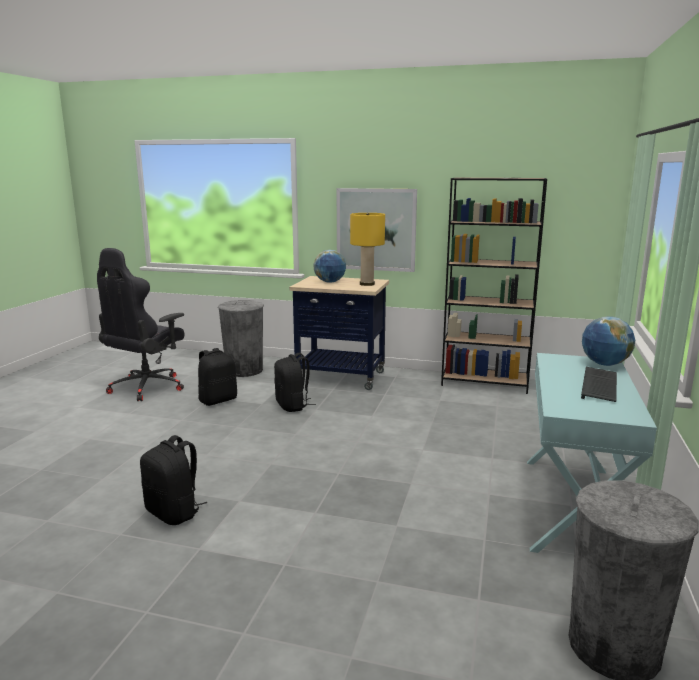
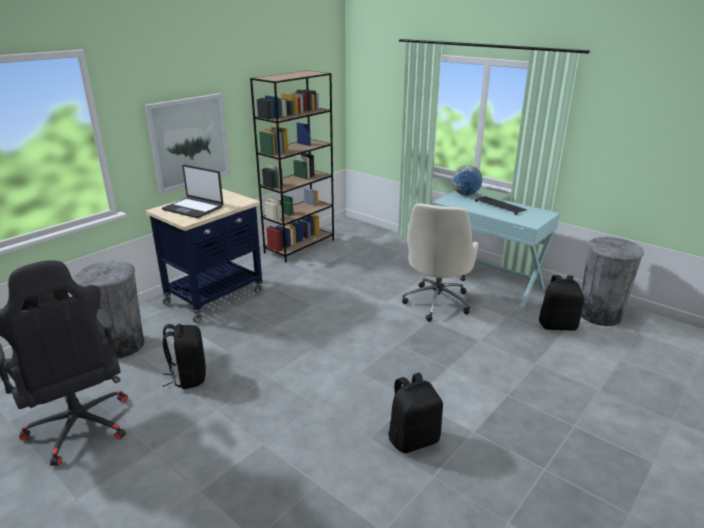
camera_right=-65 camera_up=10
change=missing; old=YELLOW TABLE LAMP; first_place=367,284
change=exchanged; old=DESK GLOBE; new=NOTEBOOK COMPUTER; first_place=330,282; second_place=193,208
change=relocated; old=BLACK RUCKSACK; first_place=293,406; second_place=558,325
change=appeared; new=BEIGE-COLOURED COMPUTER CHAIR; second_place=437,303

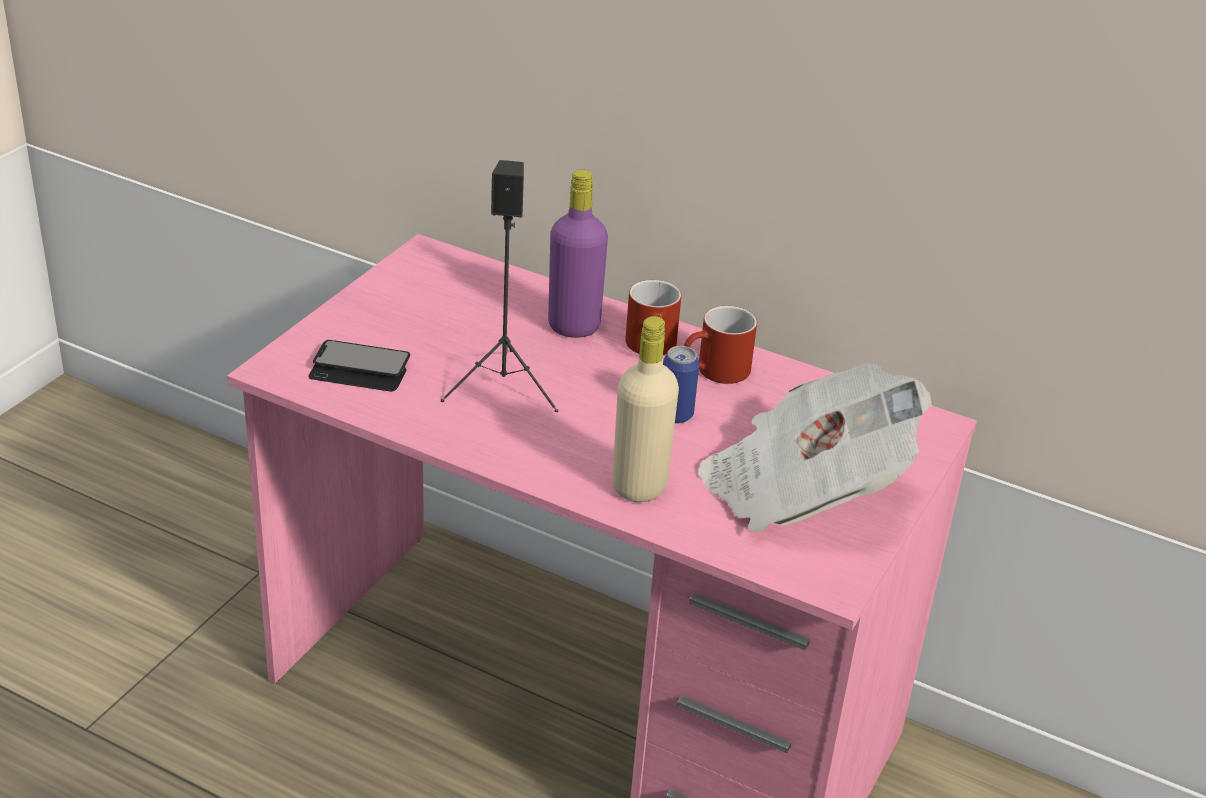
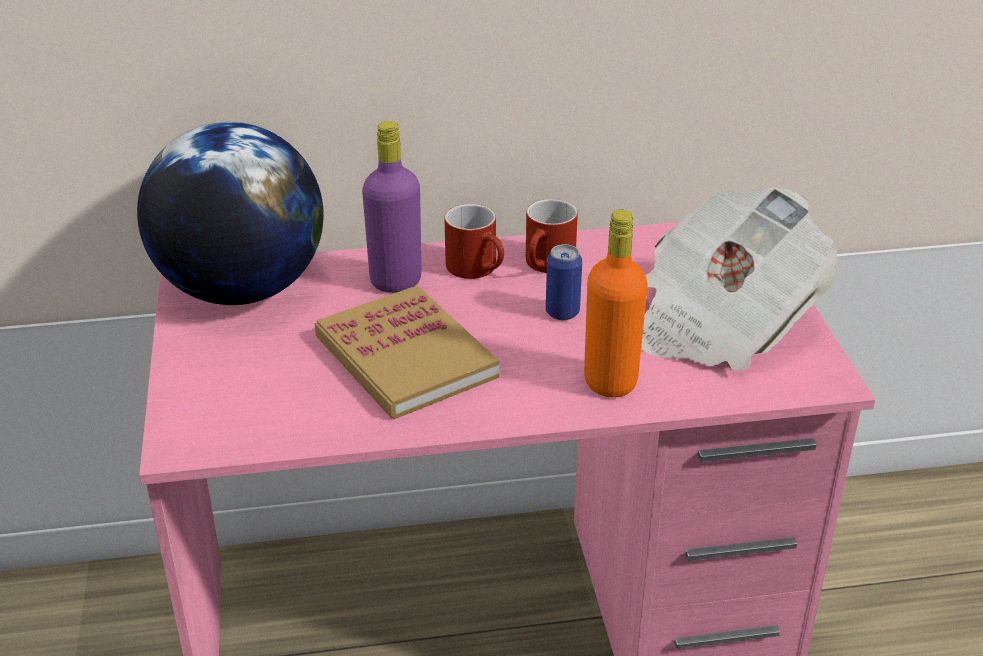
camera_right=-35 camera_up=0
change=exchanged; old=BLACK SPEAKER; new=BOOK; first_place=505,387; second_place=405,357
change=colour; old=BEIGE-COLOURED DRINK BOTTLE; new=ORANGE DRINK BOTTLE; first_place=639,486; second_place=610,382
change=missing; old=PHONE; first_place=360,369
change=appeared; new=DESK GLOBE; second_place=242,290

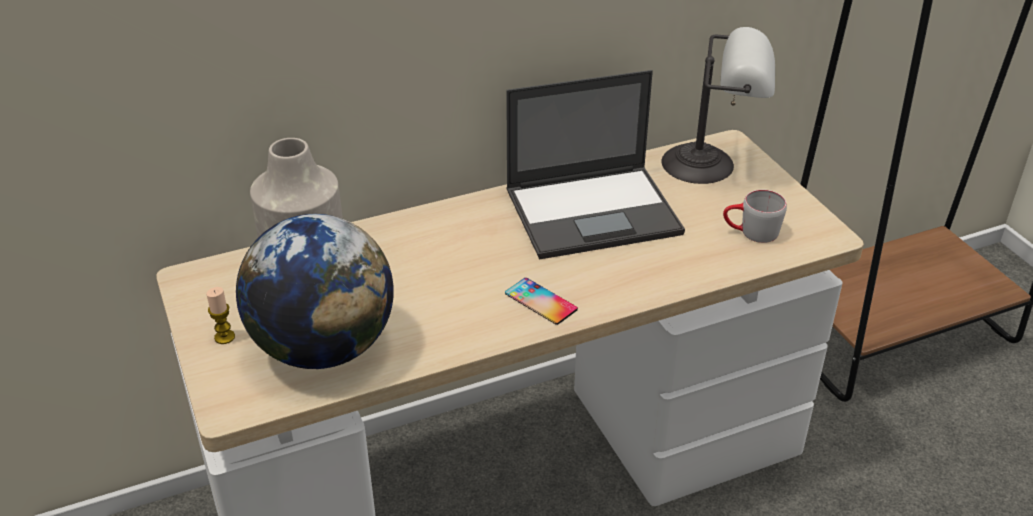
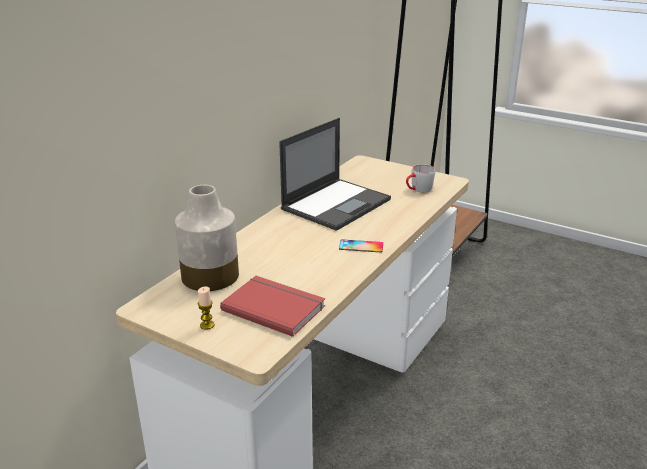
camera_right=-35 camera_up=-10
change=missing; old=TABLE LAMP; first_place=713,164
change=exchanged; old=DESK GLOBE; new=RED-COLOURED BOOK; first_place=324,348; second_place=274,307

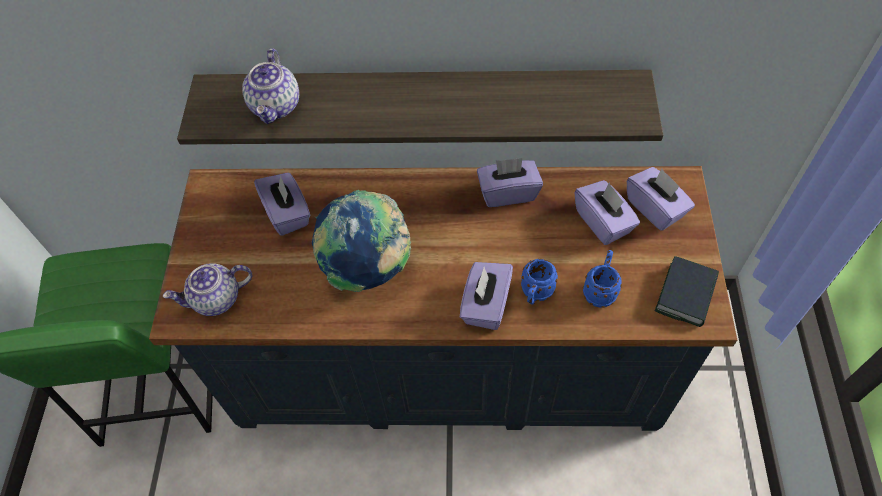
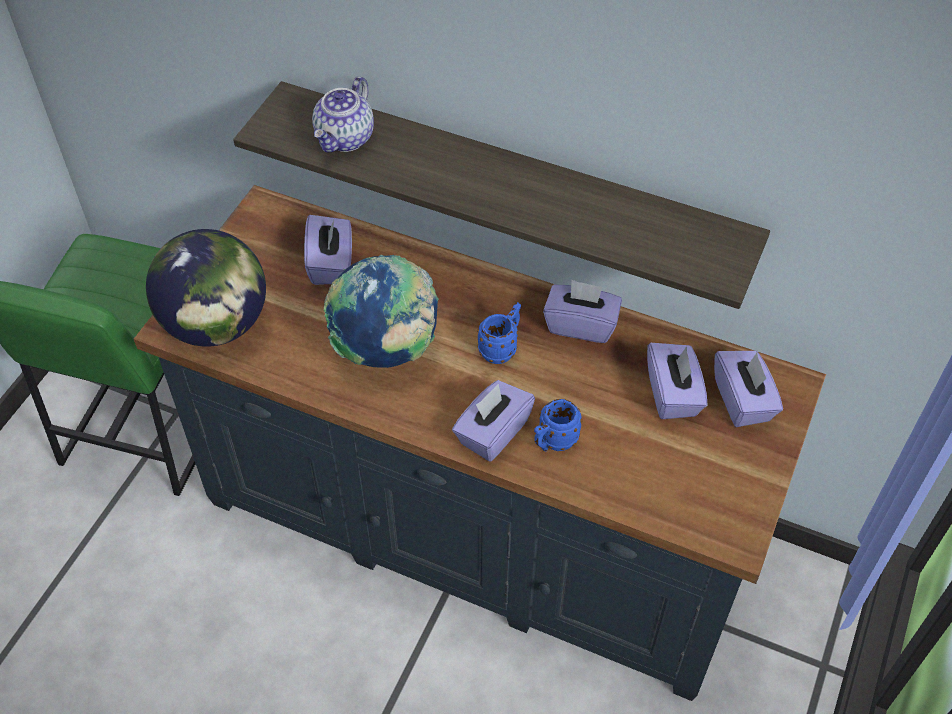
camera_right=20 camera_up=-5
change=relocated; old=BLUE-COLOURED TEA MUG; first_place=600,290; second_place=501,348
change=missing; old=BOOK; first_place=685,295
change=exchanged; old=POT FOR TEA; new=DESK GLOBE; first_place=216,300; second_place=217,325

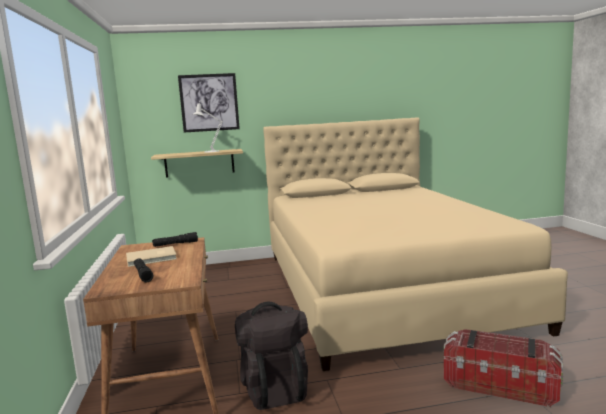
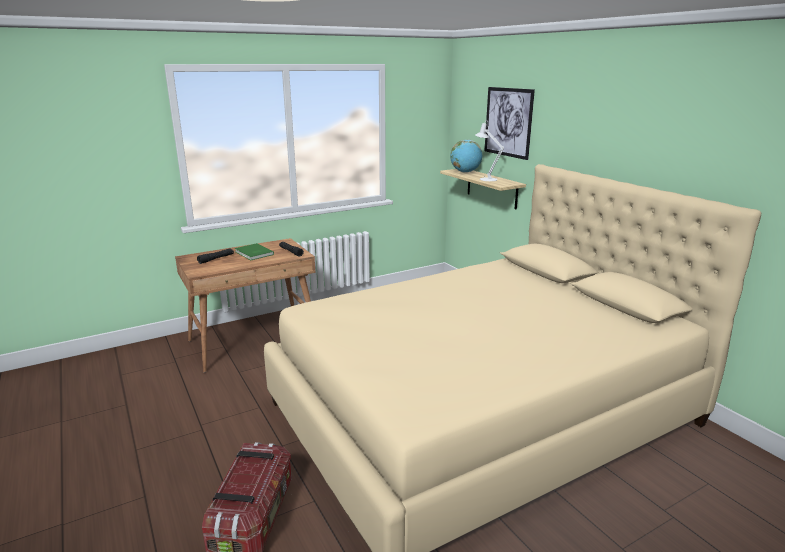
camera_right=70 camera_up=10
change=colour; old=BEIGE-COLOURED BOOK; new=GREEN BOOK; first_place=152,258; second_place=253,253
change=missing; old=BLACK RUCKSACK; first_place=274,388
change=appeared; new=DESK GLOBE; second_place=465,172

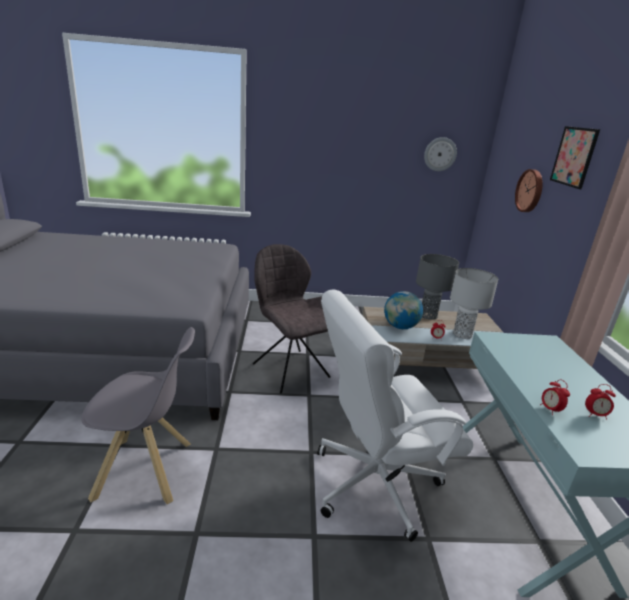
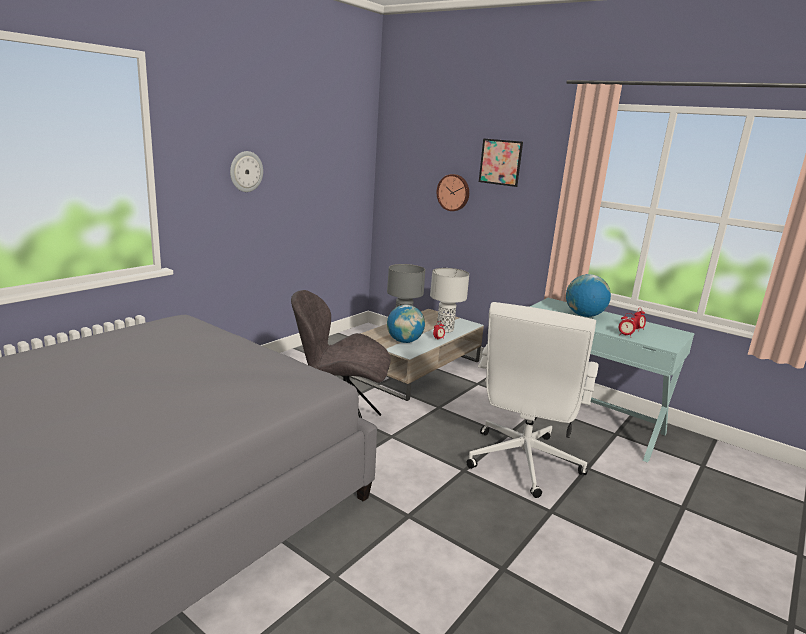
camera_right=-50 camera_up=-5
change=relocated; old=HANGING CLOCK; first_place=440,154; second_place=246,171
change=missing; old=GREYISH UPRIGHT CHAIR; first_place=147,470
change=appeared; new=DESK GLOBE; second_place=584,315

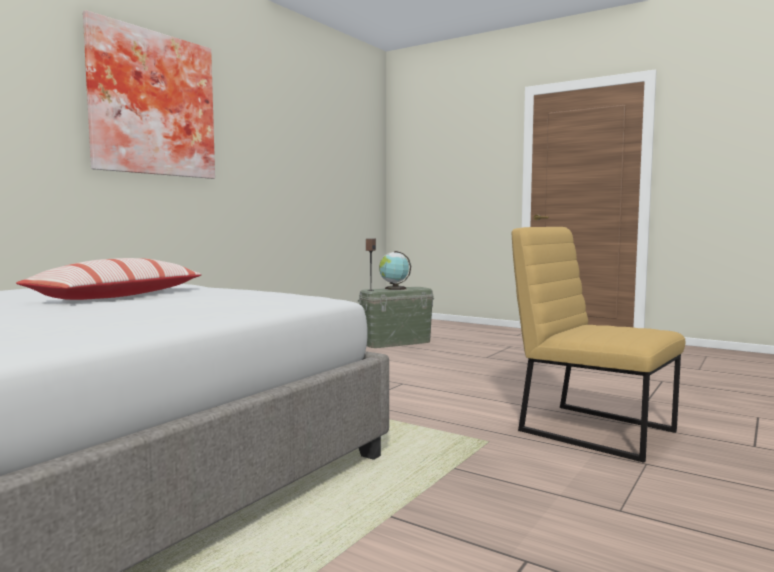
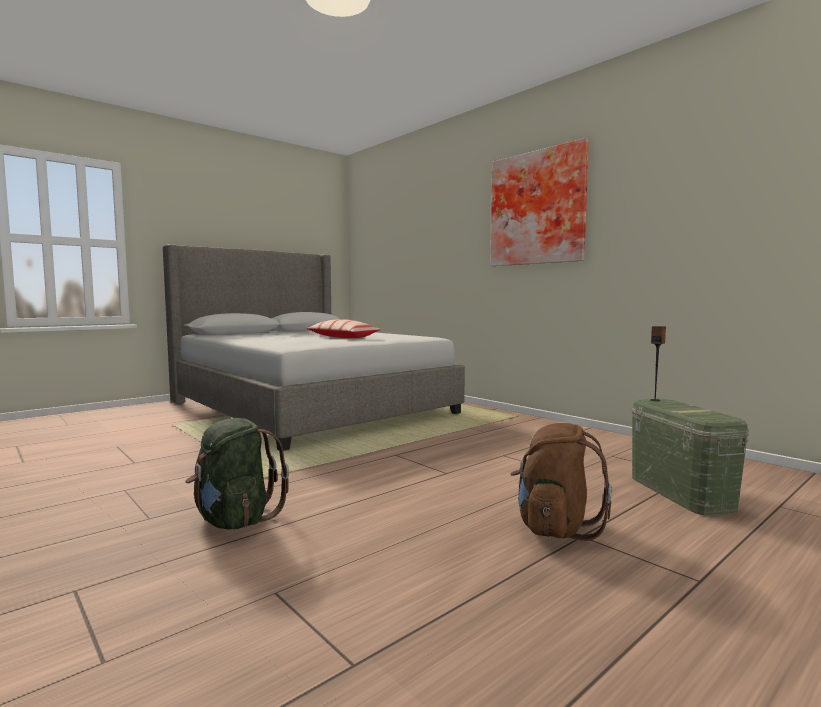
camera_right=105 camera_up=0
change=exchanged; old=YELLOW UPRIGHT CHAIR; new=GREEN RUCKSACK; first_place=592,429; second_place=235,520
change=missing; old=DESK GLOBE; first_place=394,288
change=appeared; new=BROWN RUCKSACK; second_place=555,528

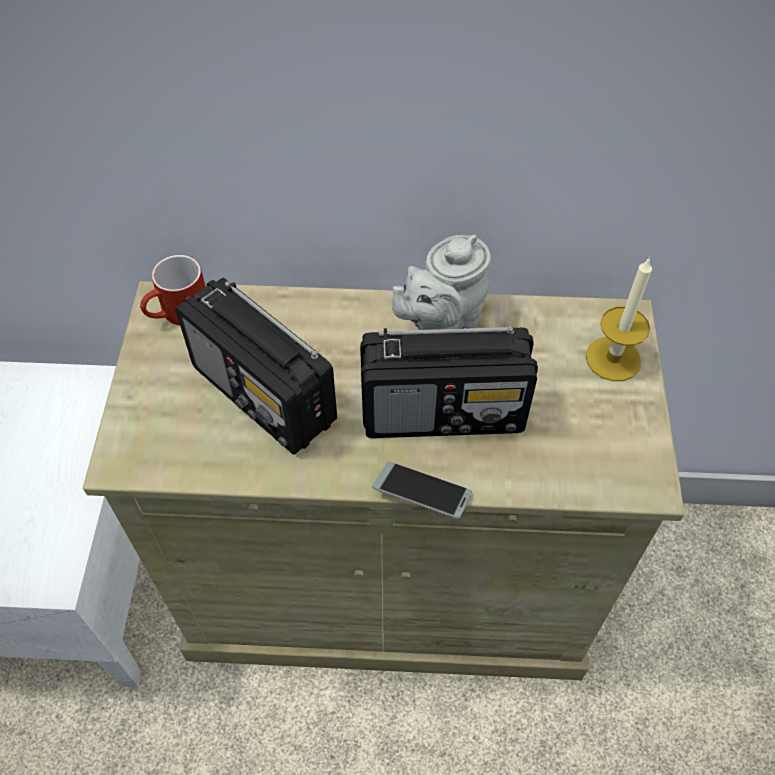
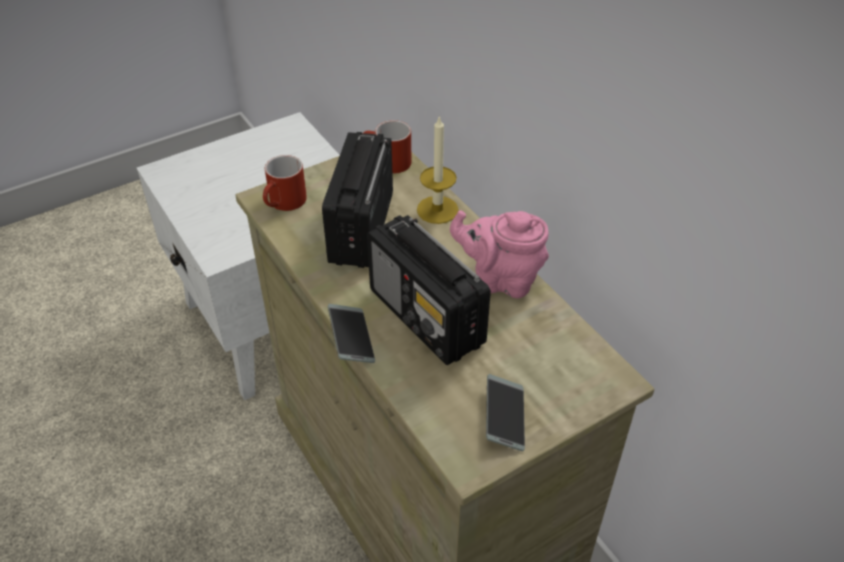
camera_right=55 camera_up=-10
change=colour; old=GREYISH POT FOR TEA; new=PINK-COLOURED POT FOR TEA; first_place=440,323; second_place=500,279
change=relocated; old=WAX CANDLE; first_place=613,359; second_place=437,210
change=appeared; new=RED-COLOURED TEA MUG; second_place=284,204
change=appeared; new=PHONE; second_place=504,417

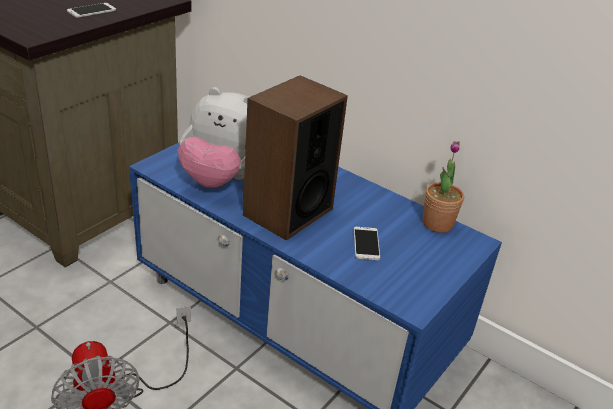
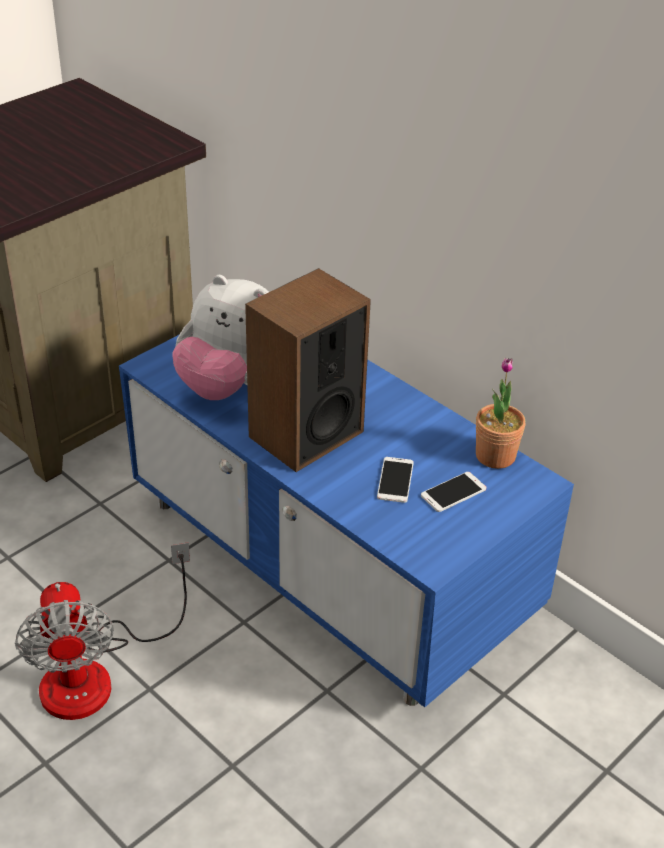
camera_right=10 camera_up=5
change=relocated; old=PHONE; first_place=91,11; second_place=453,492

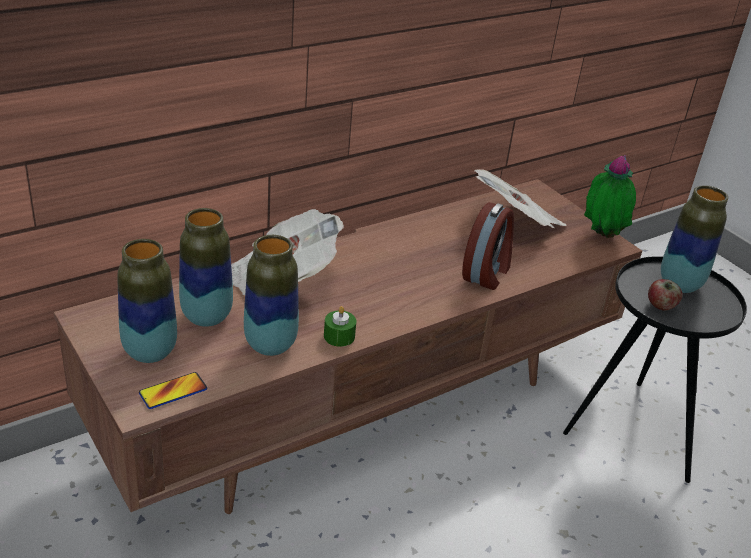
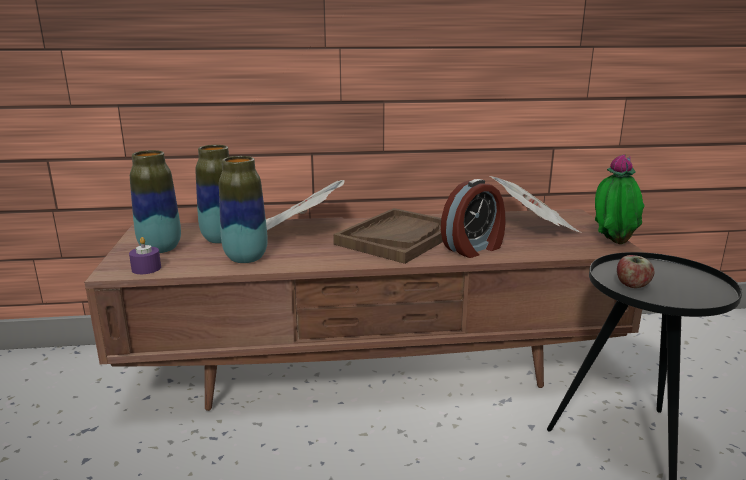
camera_right=30 camera_up=-15
change=missing; old=VASE; first_place=679,284
change=missing; old=GREEN WAX CANDLE; first_place=339,336
change=exchanged; old=PHONE; new=PURPLE-COLOURED WAX CANDLE; first_place=173,391; second_place=146,268
change=appeared; new=BROWN TRAY; second_place=398,237

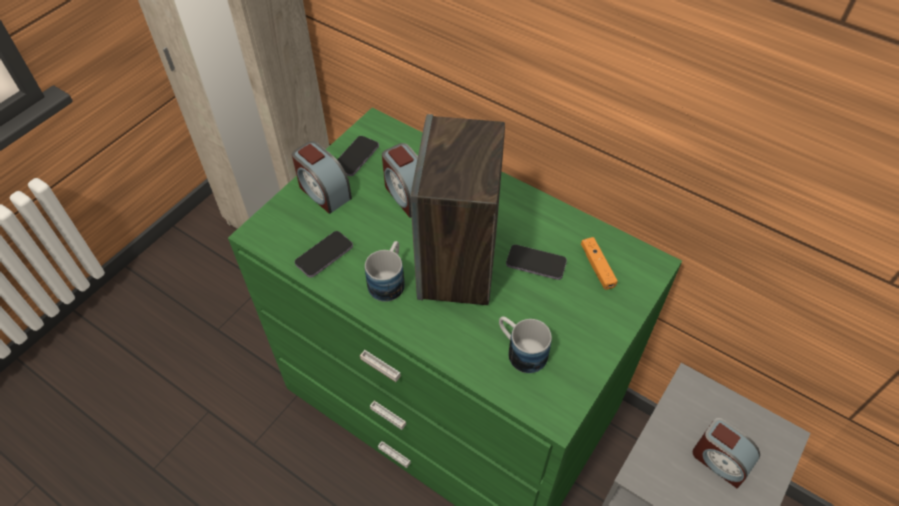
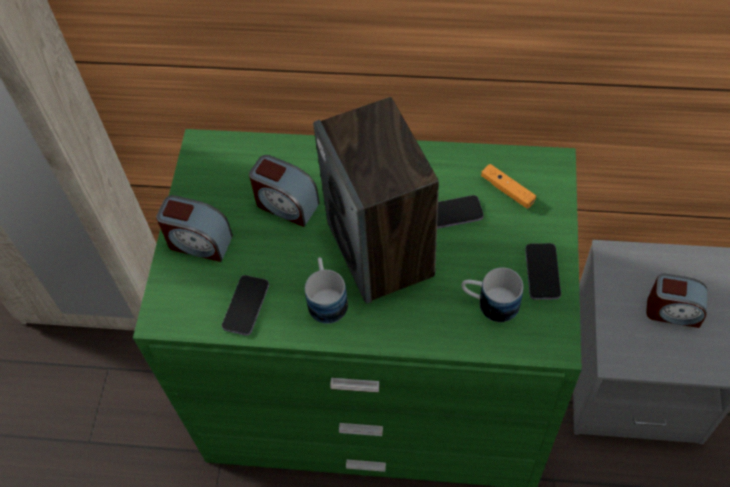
camera_right=-25 camera_up=5
change=relocated; old=PHONE; first_place=356,157; second_place=542,272

